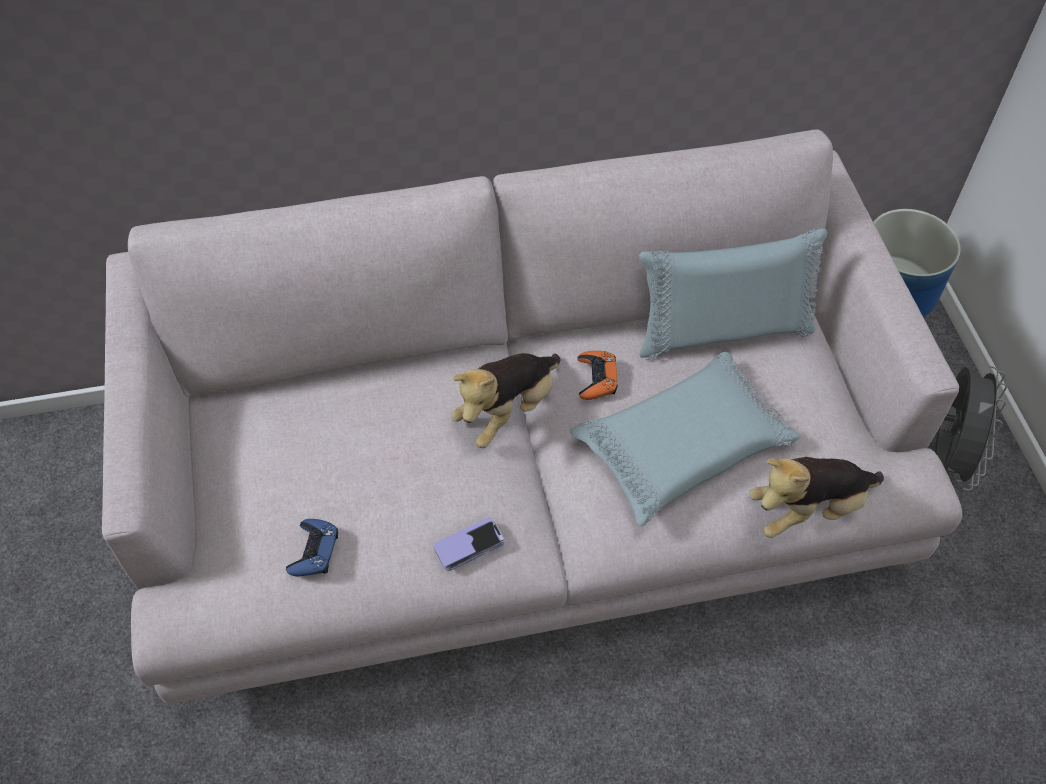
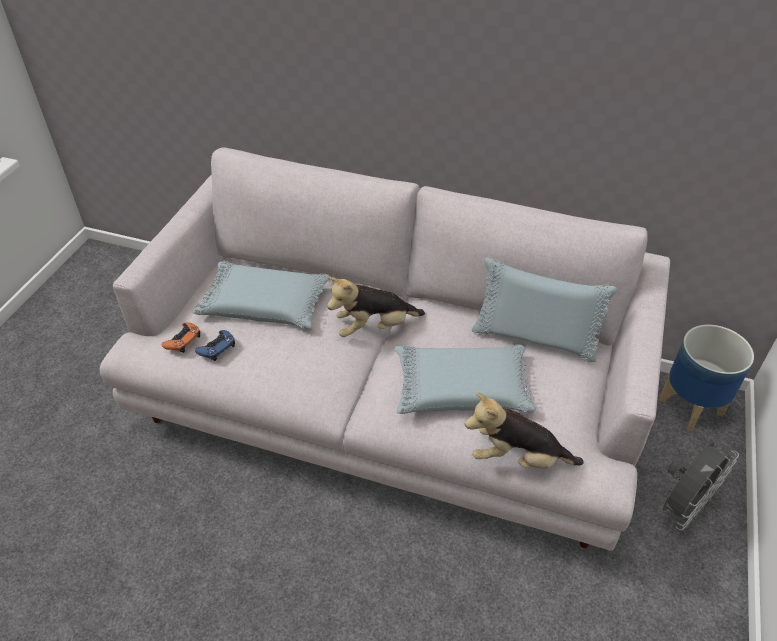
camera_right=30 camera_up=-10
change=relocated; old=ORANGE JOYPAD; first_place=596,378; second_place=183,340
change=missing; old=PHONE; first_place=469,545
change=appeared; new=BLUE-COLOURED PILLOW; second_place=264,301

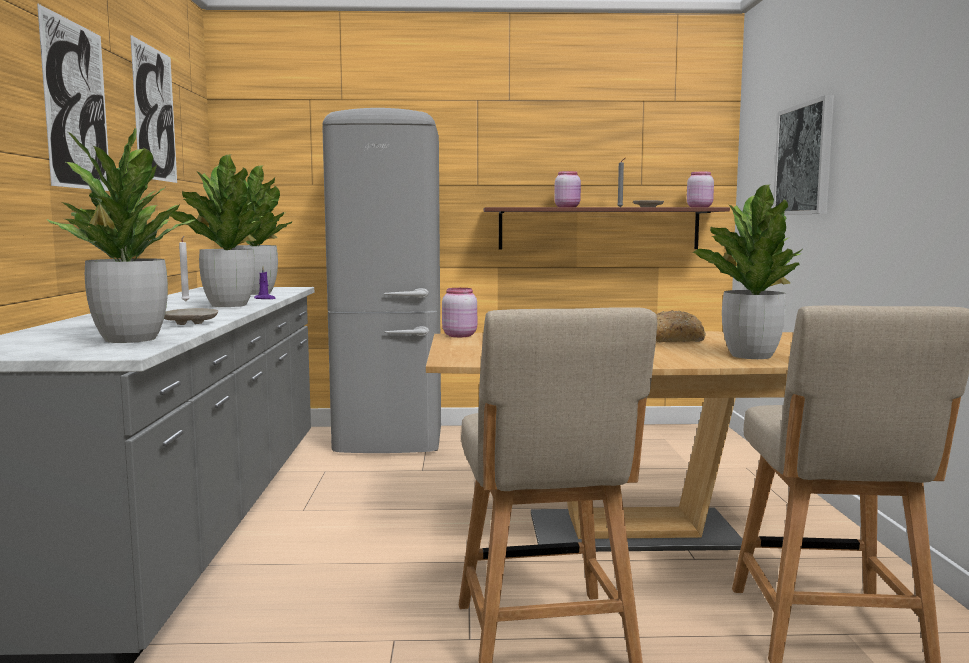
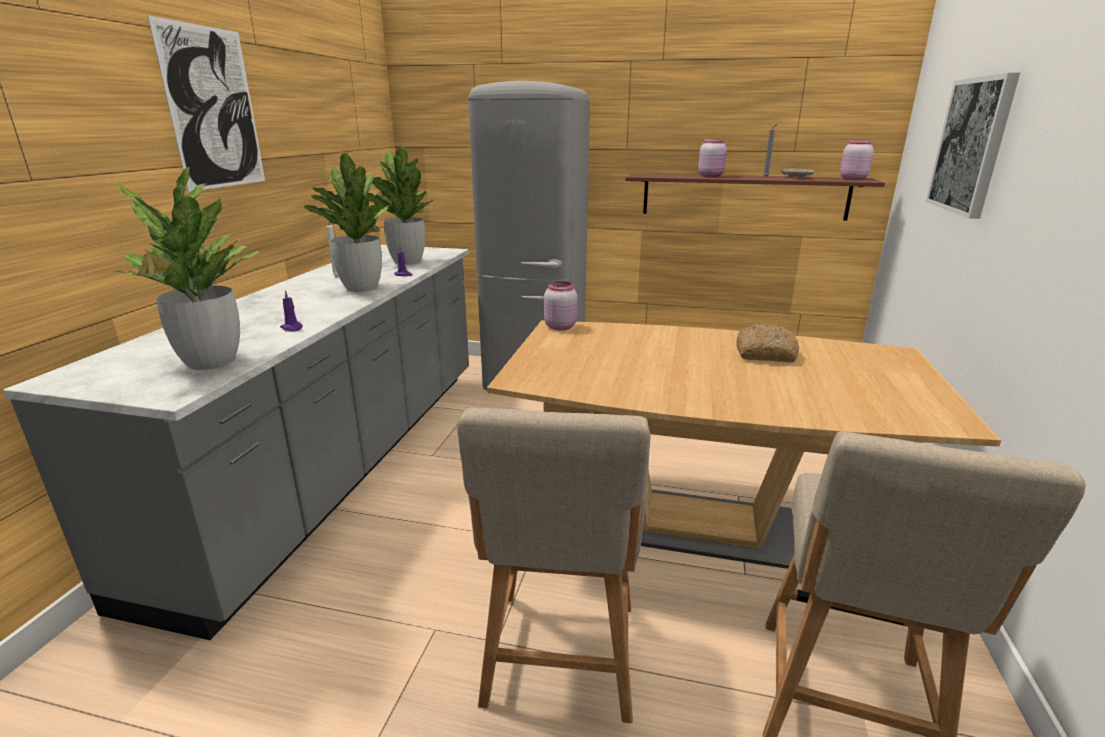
camera_right=15 camera_up=15
change=missing; old=PICTURE; first_place=155,114
change=missing; old=PLANT IN A POT; first_place=750,356
change=exchanged; old=BEIGE-COLOURED DINNER PLATE; new=PURPLE-COLOURED WAX CANDLE; first_place=190,323; second_place=292,328

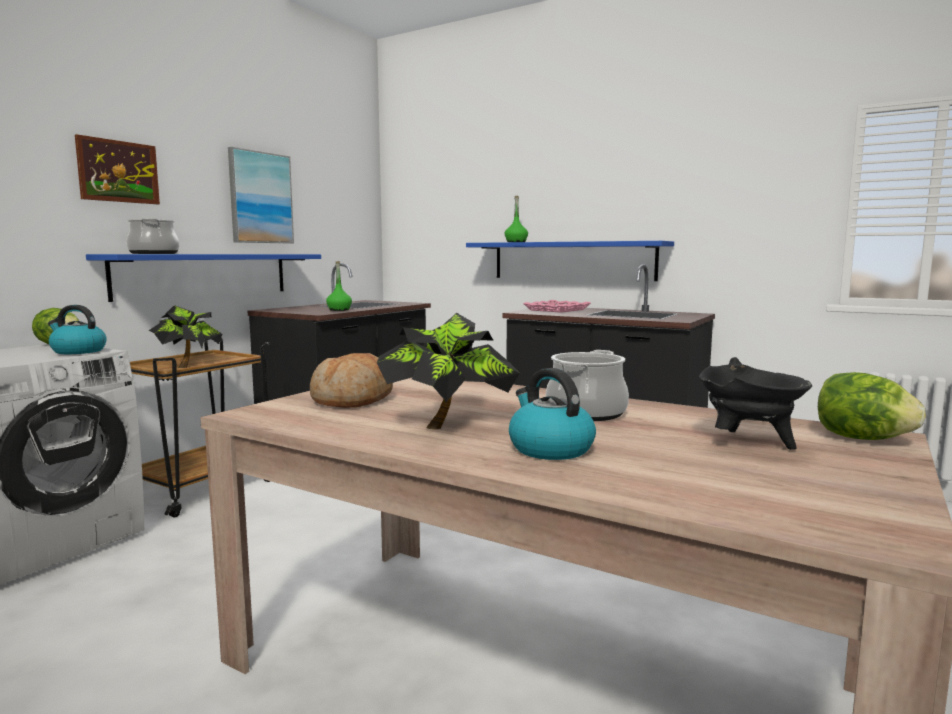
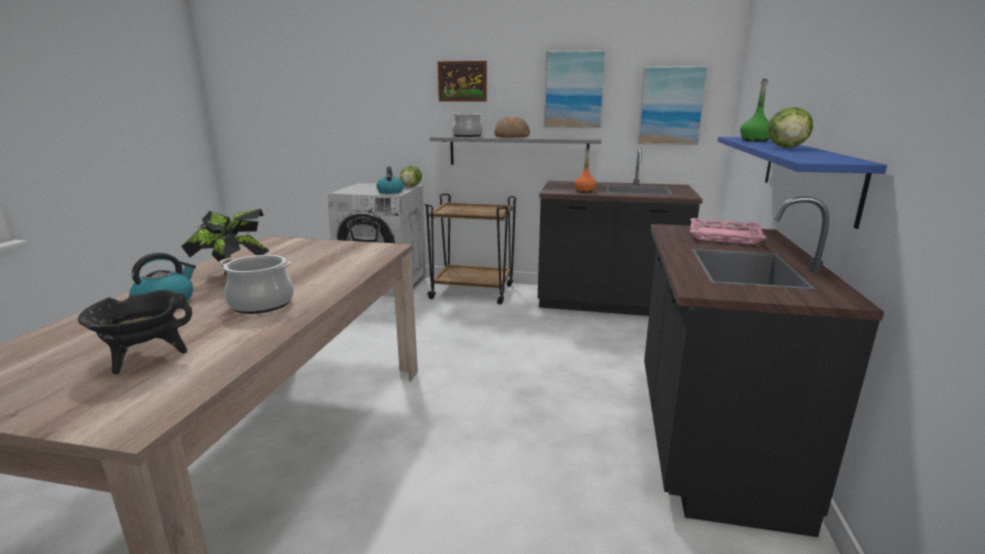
camera_right=70 camera_up=10
change=colour; old=BLUE-COLOURED SHELF; new=GREYISH SHELF; first_place=205,275; second_place=518,151
change=colour; old=GREEN DRINK BOTTLE; new=ORANGE DRINK BOTTLE; first_place=339,310; second_place=584,191
change=missing; old=PLANT IN A POT; first_place=188,366
change=relocated; old=BAKED BREAD; first_place=353,400; second_place=511,136
change=relocated; old=HEAD OF LETTUCE; first_place=862,439; second_place=786,147
change=appeared; new=PICTURE; second_place=671,106

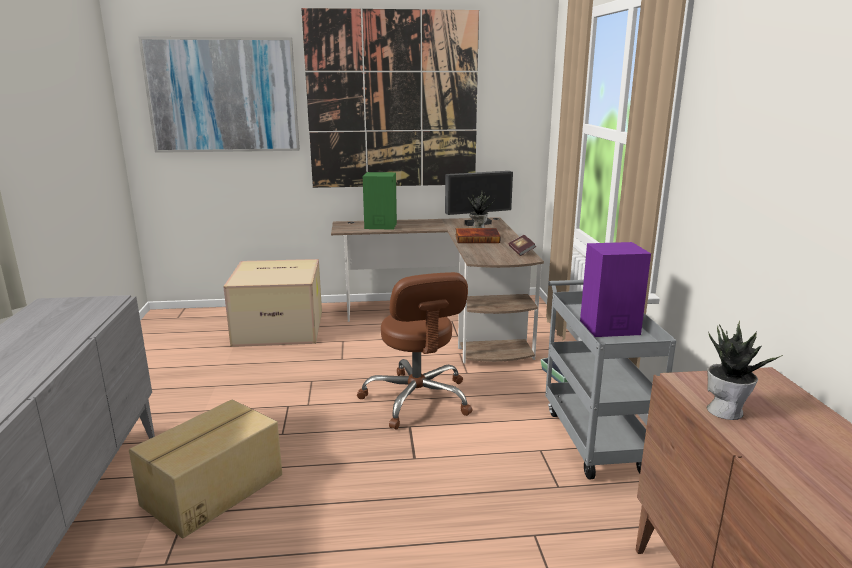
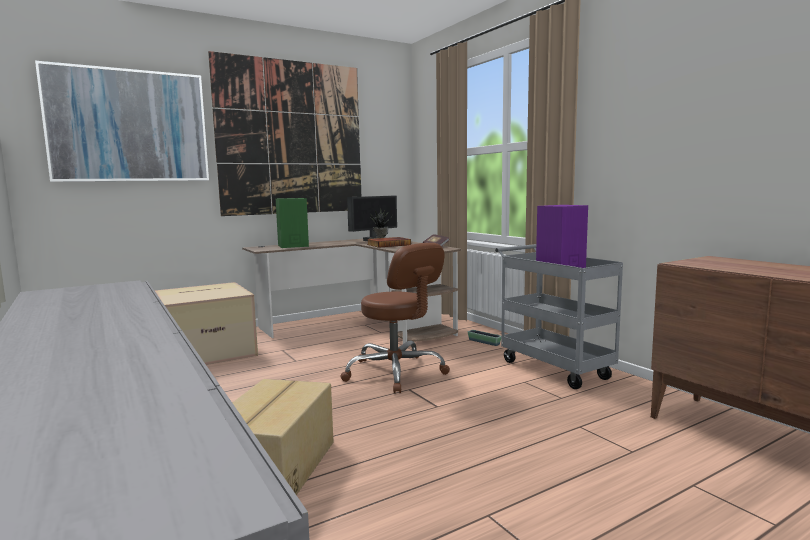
camera_right=-25 camera_up=-10
change=missing; old=PLANT IN A POT; first_place=726,410

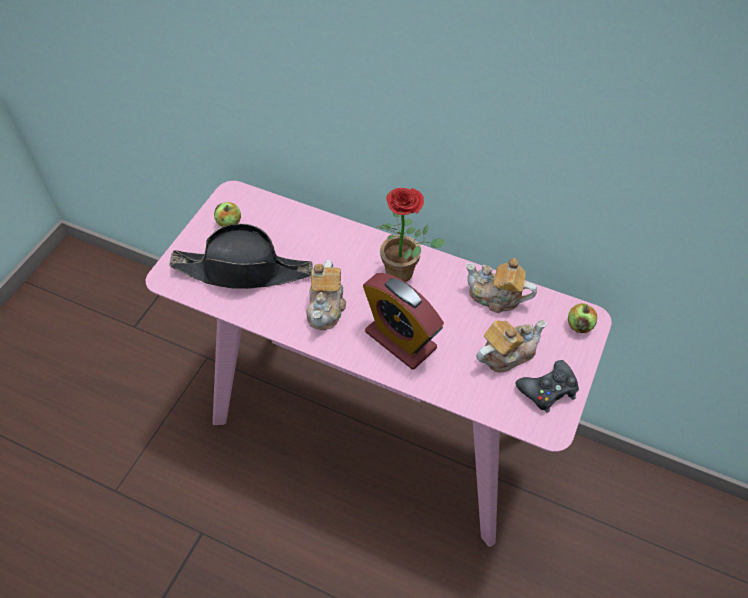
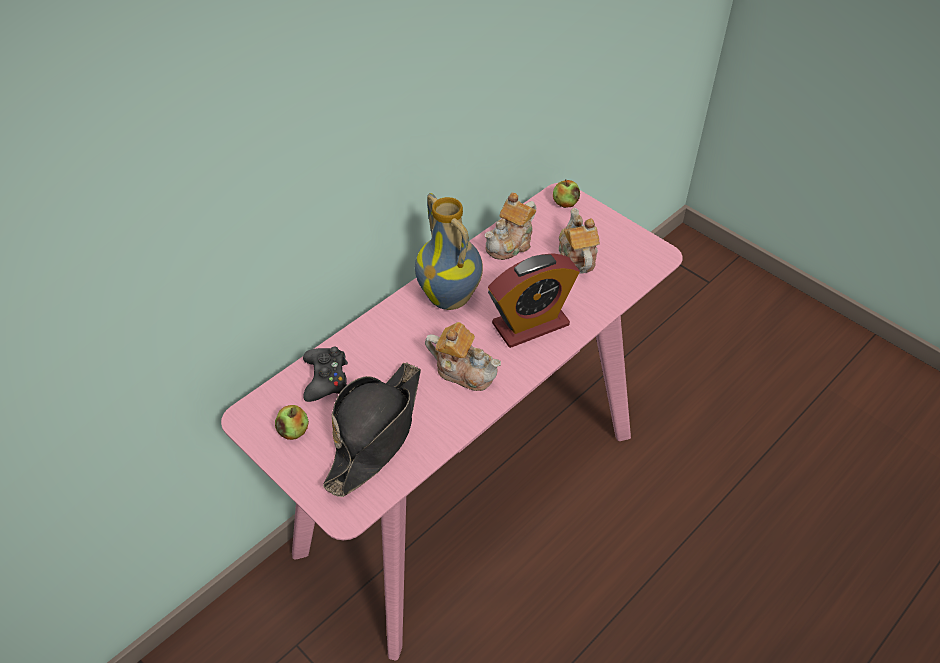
camera_right=-70 camera_up=-5
change=exchanged; old=PLANT IN A POT; new=VASE; first_place=405,274; second_place=451,297
change=relocated; old=BLACK JOYPAD; first_place=548,390; second_place=326,379

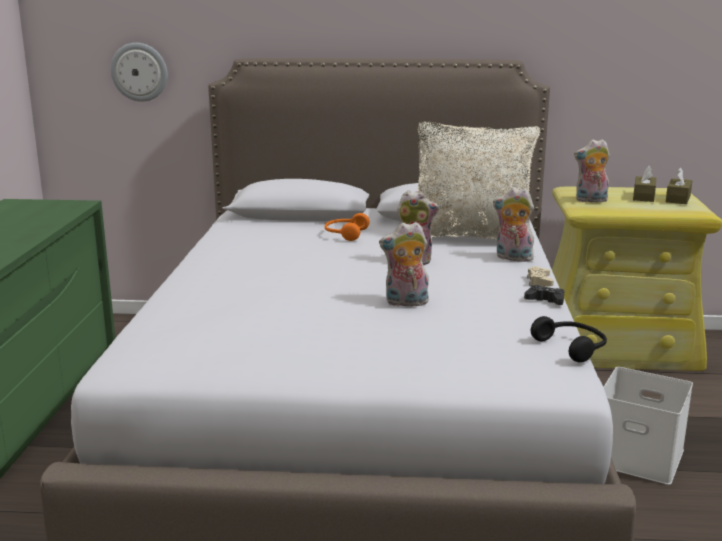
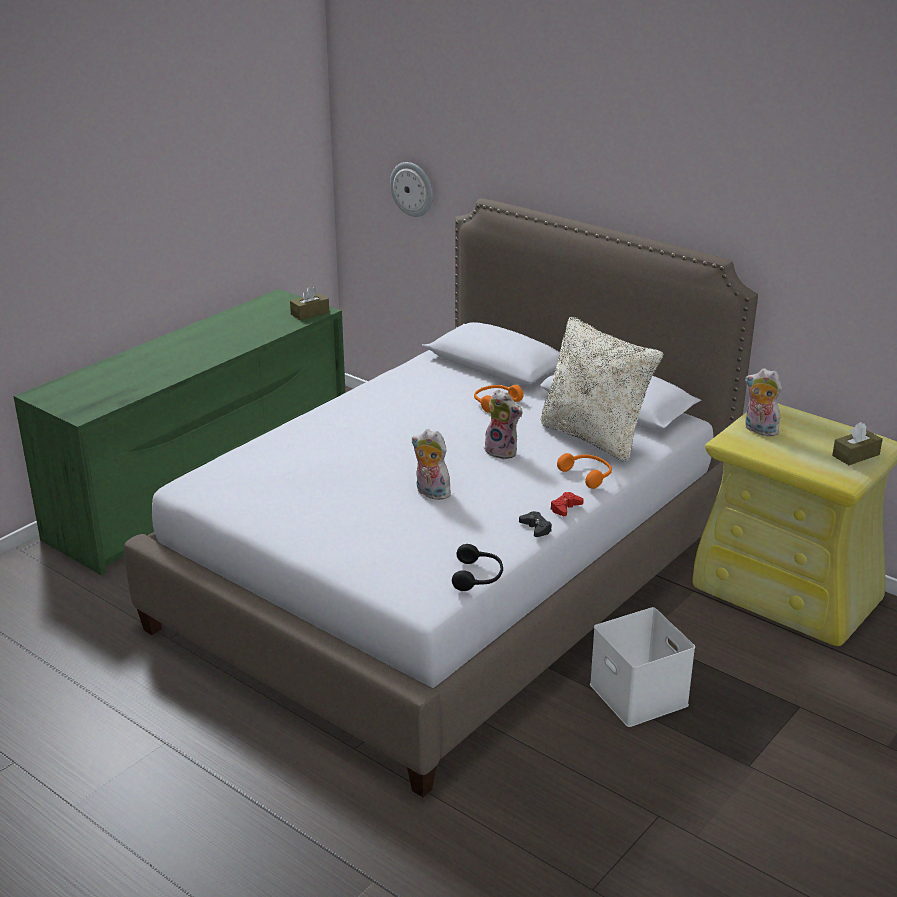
camera_right=35 camera_up=10
change=relocated; old=BROWN BOX OF TISSUES; first_place=643,196; second_place=310,313
change=exchanged; old=SOFT TOY; new=ORANGE HEADSET; first_place=512,258; second_place=587,475
change=colour; old=BEIGE-COLOURED JOYPAD; new=RED-COLOURED JOYPAD; first_place=539,281; second_place=565,508

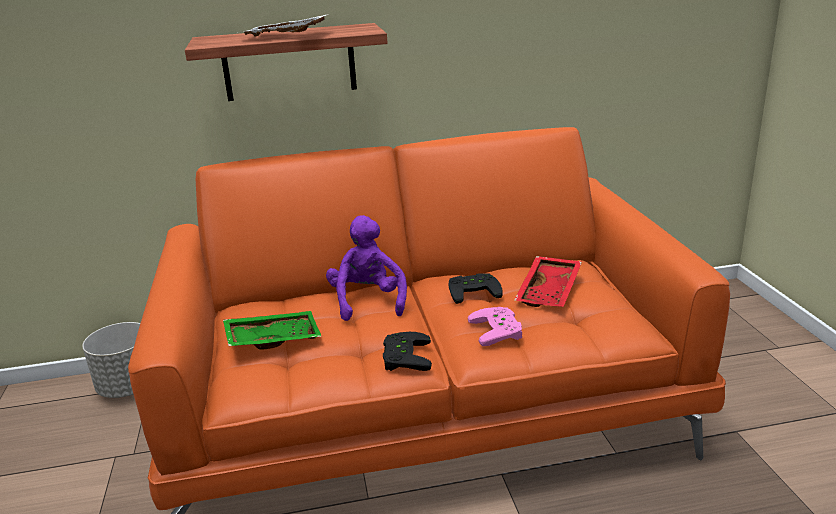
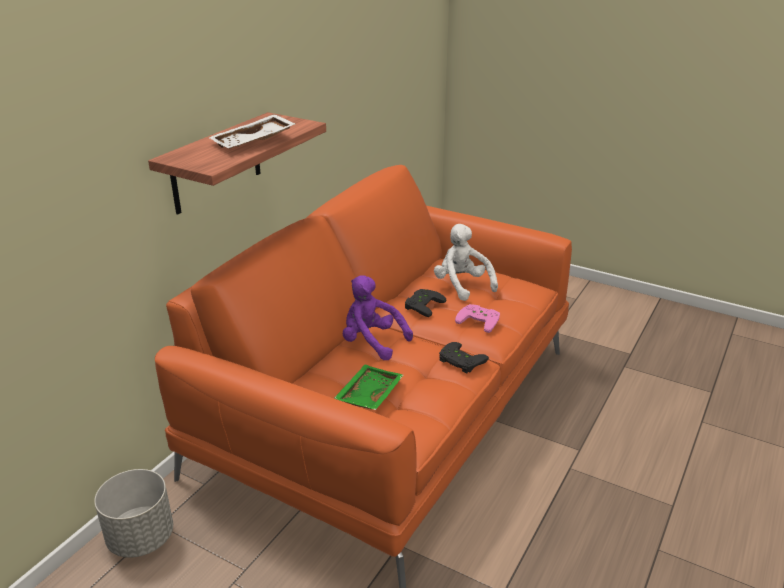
camera_right=-50 camera_up=5
change=exchanged; old=RED-COLOURED TRAY; new=WHITISH SOFT TOY; first_place=550,291; second_place=462,285

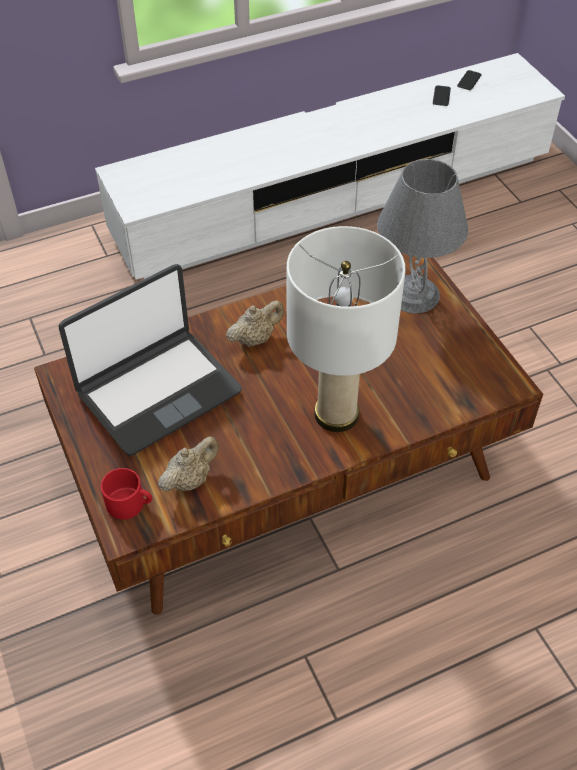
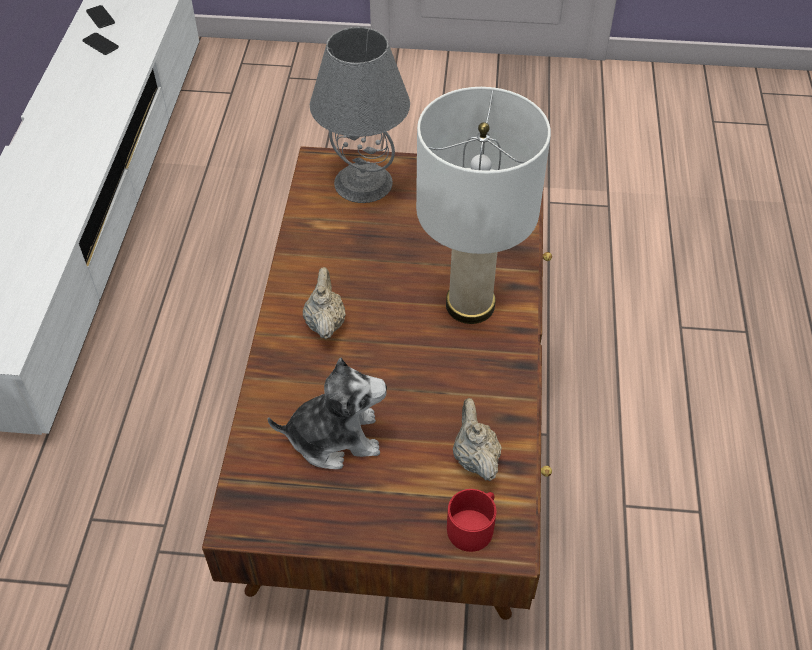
camera_right=-60 camera_up=0
change=exchanged; old=NOTEBOOK COMPUTER; new=SOFT TOY; first_place=158,391; second_place=335,437

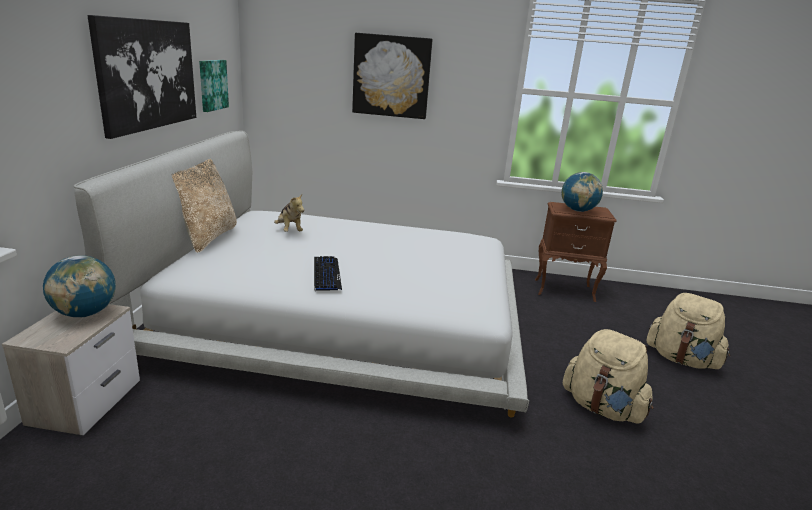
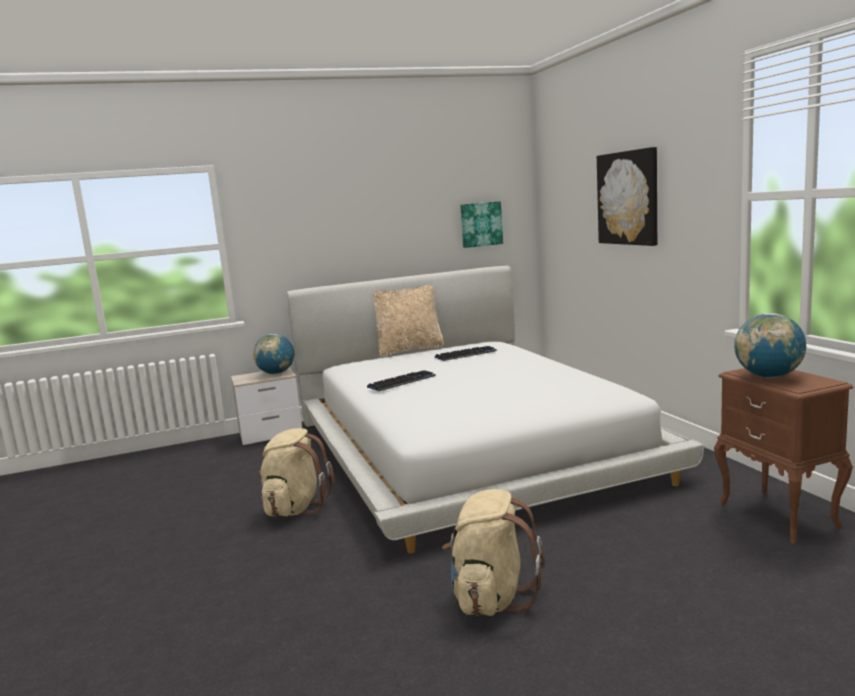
camera_right=65 camera_up=-10
change=missing; old=PICTURE; first_place=148,74
change=exchanged; old=SOFT TOY; new=KEYBOARD; first_place=289,230; second_place=466,354
change=relocated; old=BEIGE-COLOURED RUCKSACK; first_place=681,359; second_place=295,508

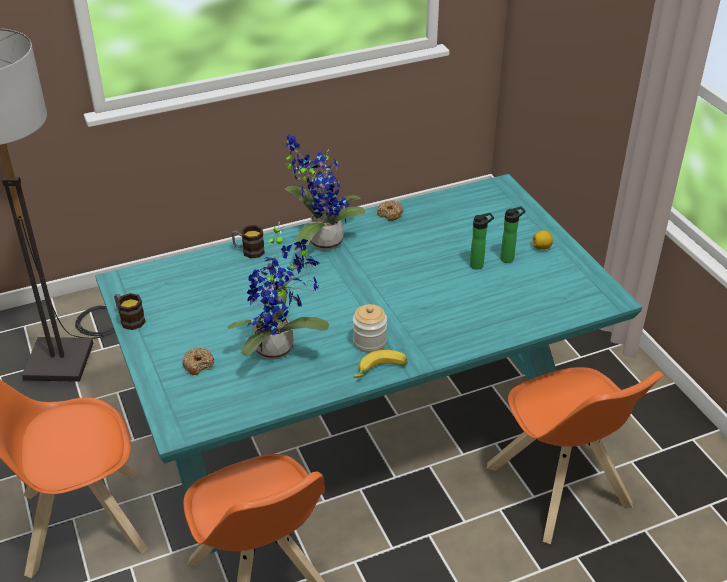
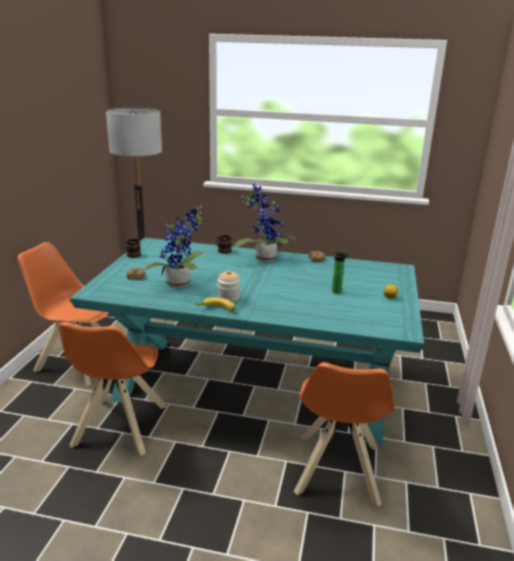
camera_right=35 camera_up=-15
change=missing; old=DRINK BOTTLE; first_place=509,258

